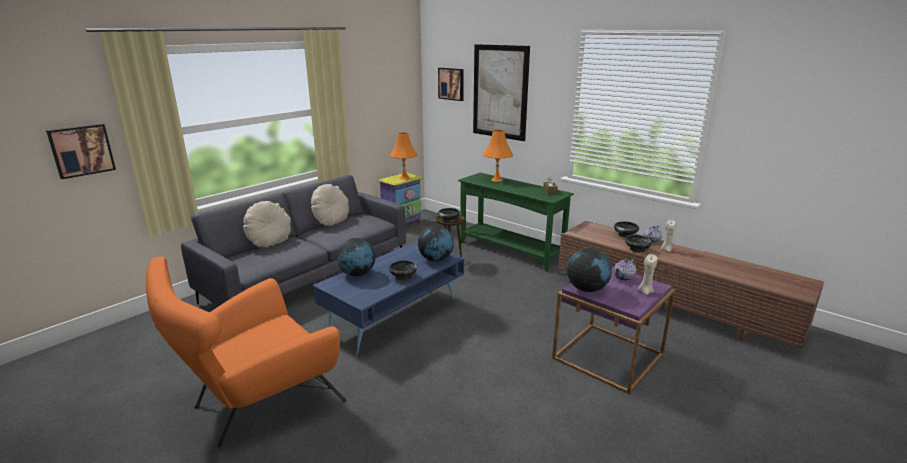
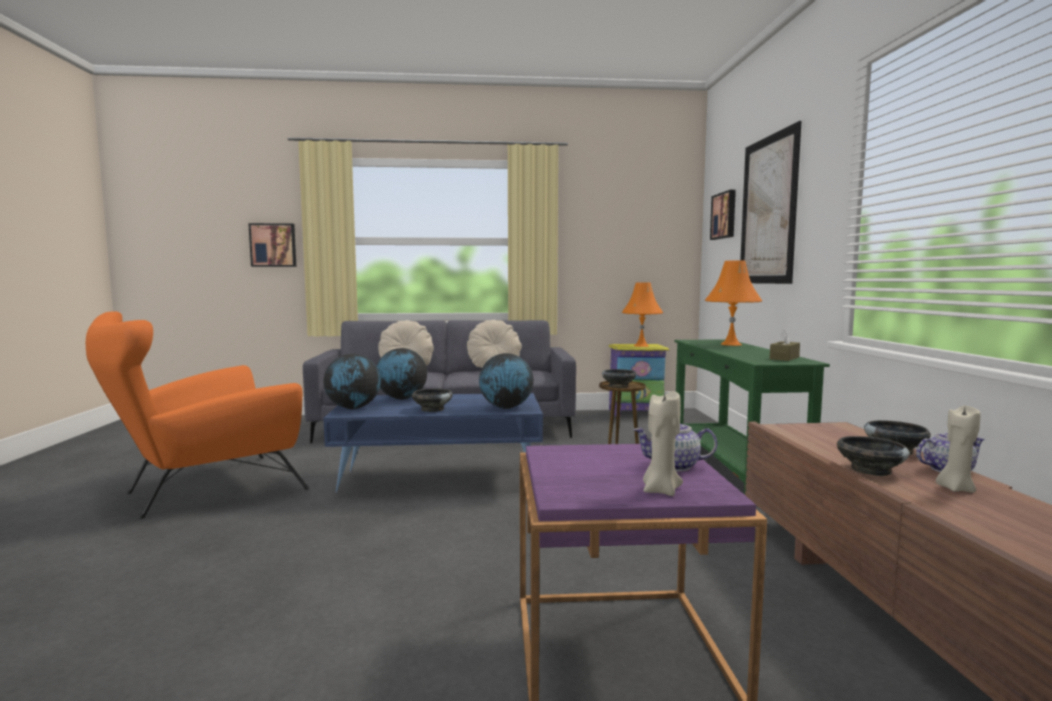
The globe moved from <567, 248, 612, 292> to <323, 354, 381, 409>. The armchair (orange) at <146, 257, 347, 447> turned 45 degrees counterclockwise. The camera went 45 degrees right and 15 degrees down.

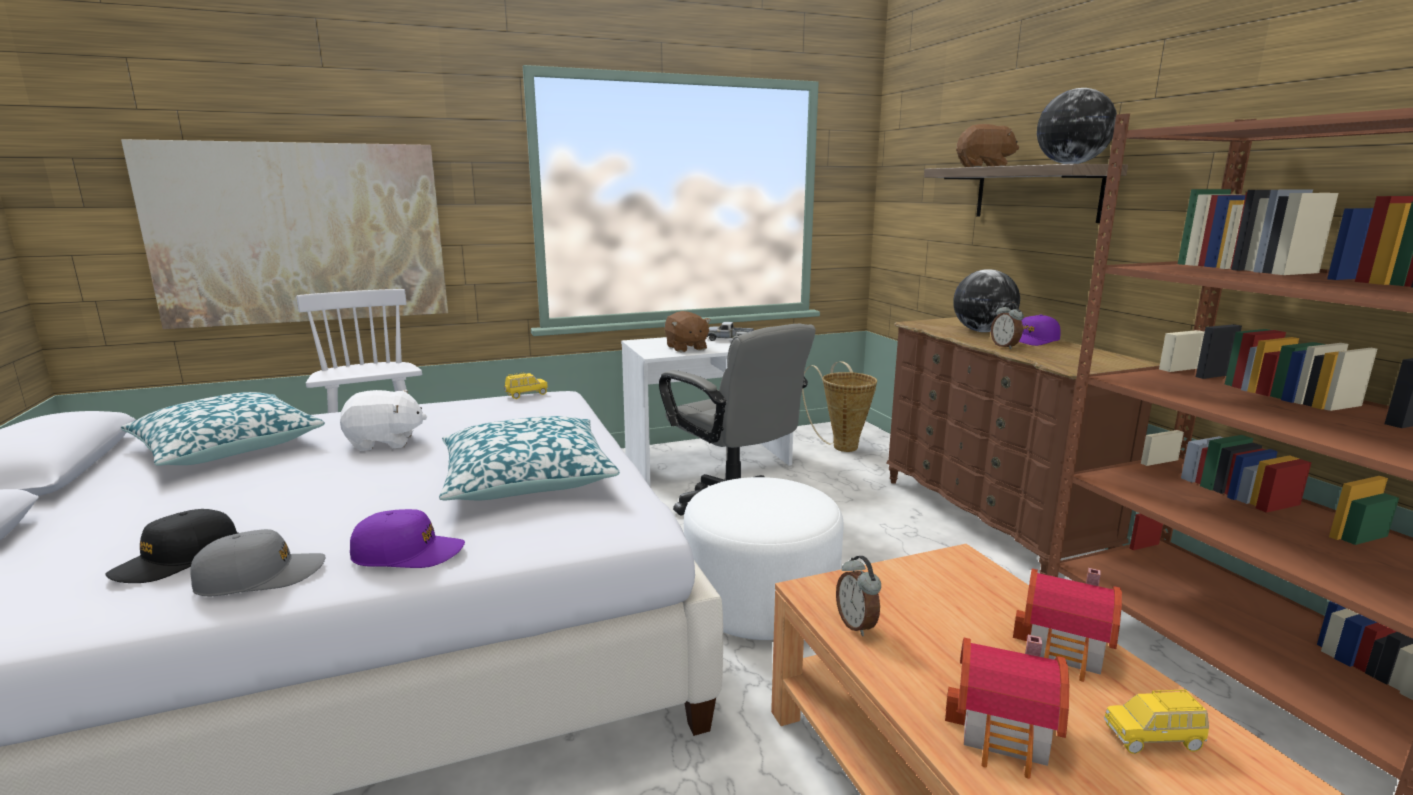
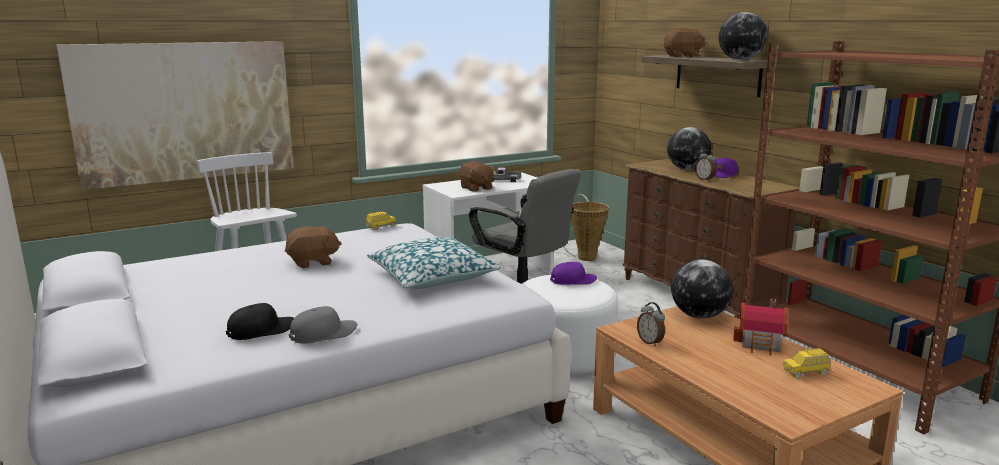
The pillow at <121, 392, 325, 466> disappeared. The toy house at <945, 635, 1069, 779> disappeared. The globe at <671, 259, 732, 319> appeared. The cap (purple) moved from <350, 509, 465, 568> to <550, 262, 597, 285>. The plush toy (white) at <340, 390, 427, 451> became the plush toy (brown) at <285, 226, 342, 268>. The cap (black) at <105, 509, 238, 583> turned 150 degrees counterclockwise. The camera went 10 degrees left and 0 degrees up.

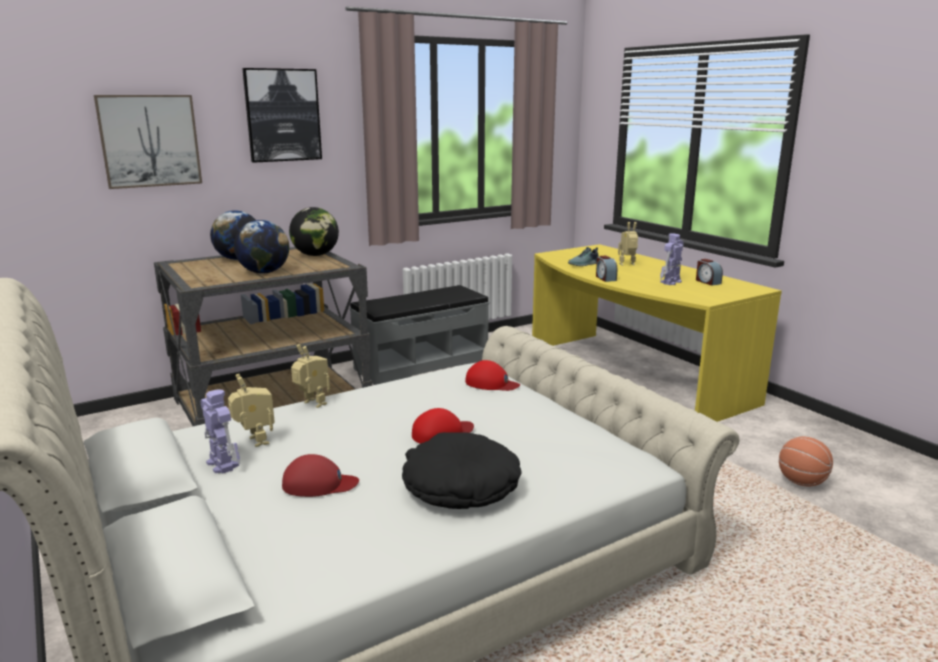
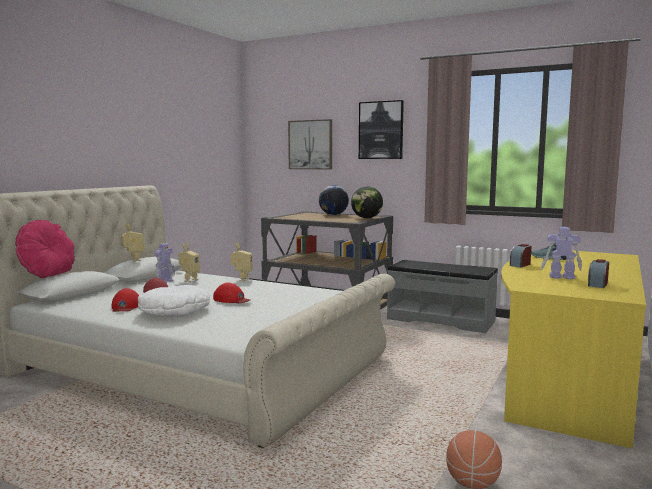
The globe at <234, 220, 289, 274> disappeared. The pillow (pink) at <15, 220, 75, 278> appeared. The cap (red) moved from <465, 360, 520, 391> to <111, 288, 139, 312>. The toy robot moved from <618, 222, 638, 265> to <121, 223, 144, 262>. The pillow (black) at <402, 432, 522, 509> became the pillow (white) at <138, 285, 210, 317>. The camera went 60 degrees right and 10 degrees down.

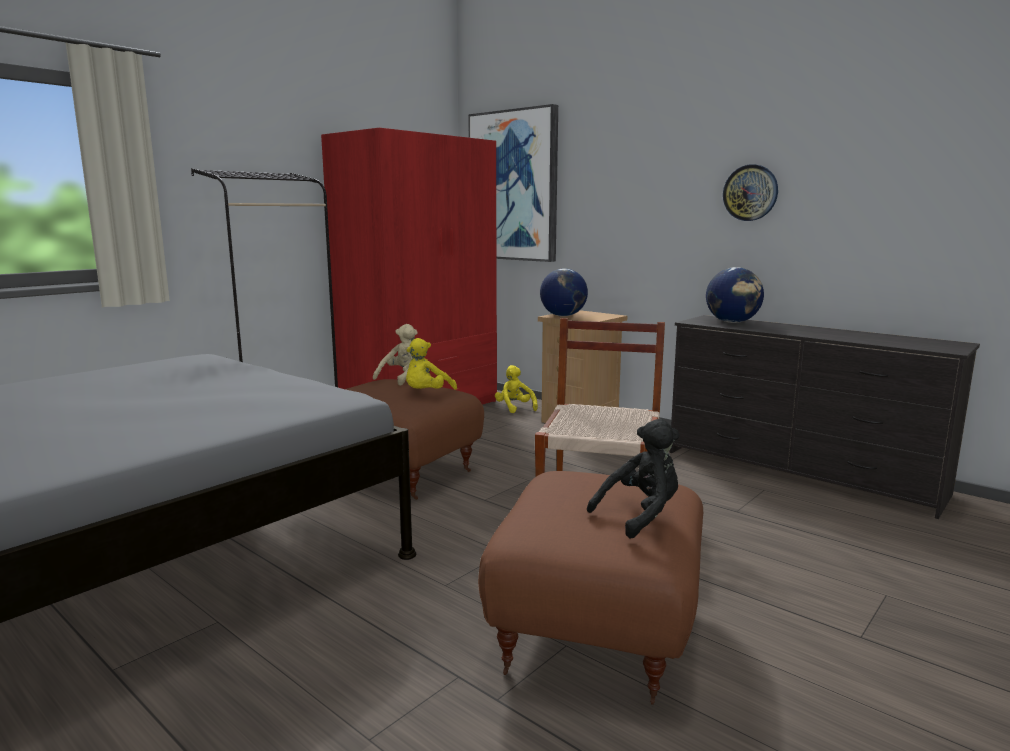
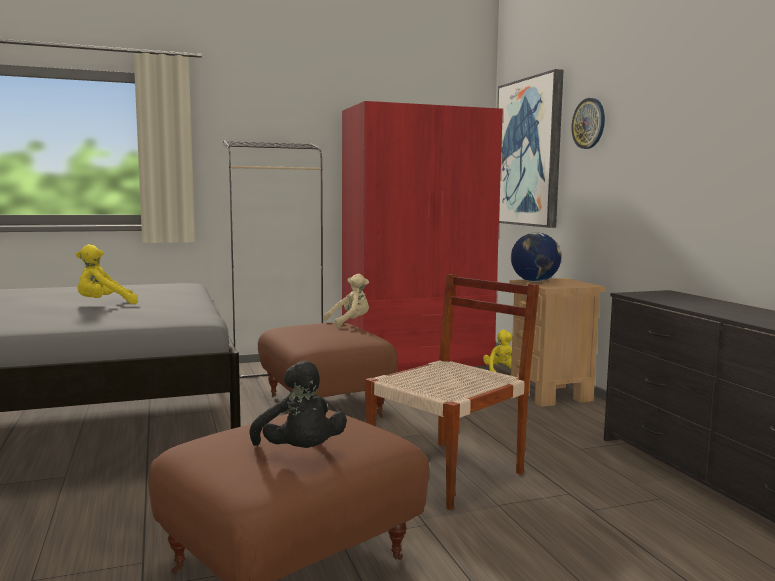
The globe at <706, 267, 764, 323> disappeared. The plush toy (yellow) moved from <406, 338, 457, 390> to <76, 244, 138, 304>. The wall clock moved from <723, 164, 778, 221> to <572, 98, 605, 149>. The plush toy (black) at <587, 419, 680, 539> turned 60 degrees clockwise. The camera went 30 degrees right and 5 degrees down.

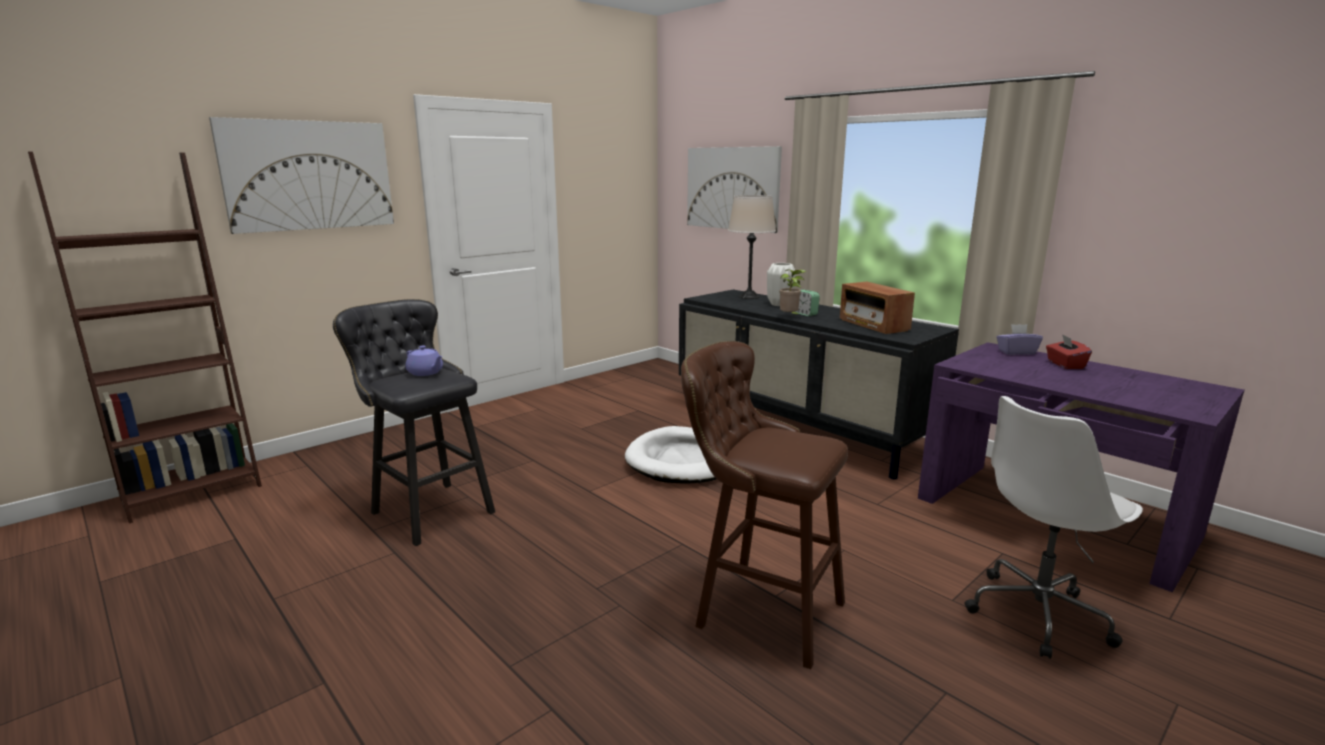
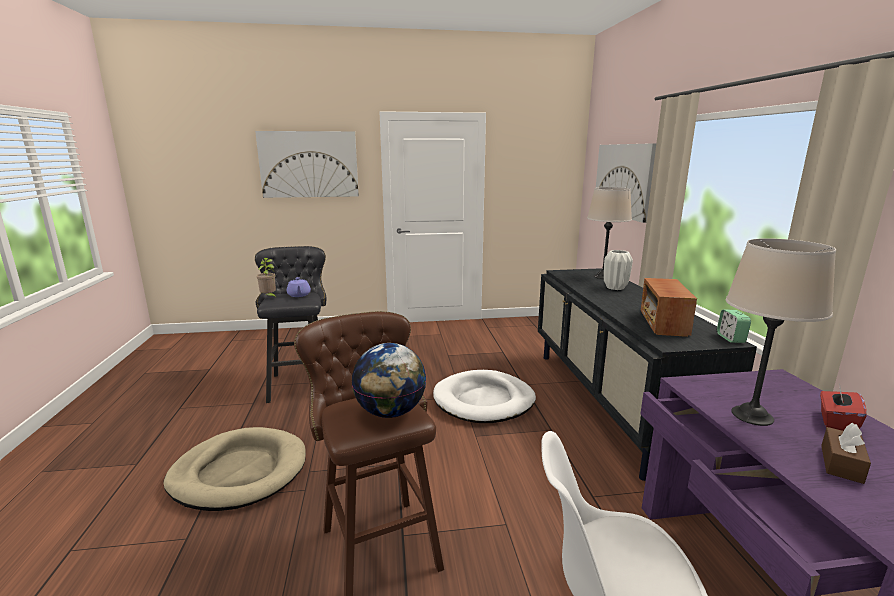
The bookcase (brown) at <28, 151, 262, 523> disappeared. The tissue box (purple) at <997, 324, 1043, 355> disappeared. The dog bed (beige) at <163, 427, 306, 511> appeared. The globe at <352, 343, 426, 418> appeared. The table lamp (beige) at <726, 238, 836, 426> appeared. The tissue box (brown) at <821, 423, 871, 484> appeared. The potted plant moved from <779, 269, 806, 315> to <257, 258, 276, 297>. The alarm clock moved from <795, 290, 820, 316> to <717, 309, 751, 343>. The camera went 35 degrees right and 0 degrees up.

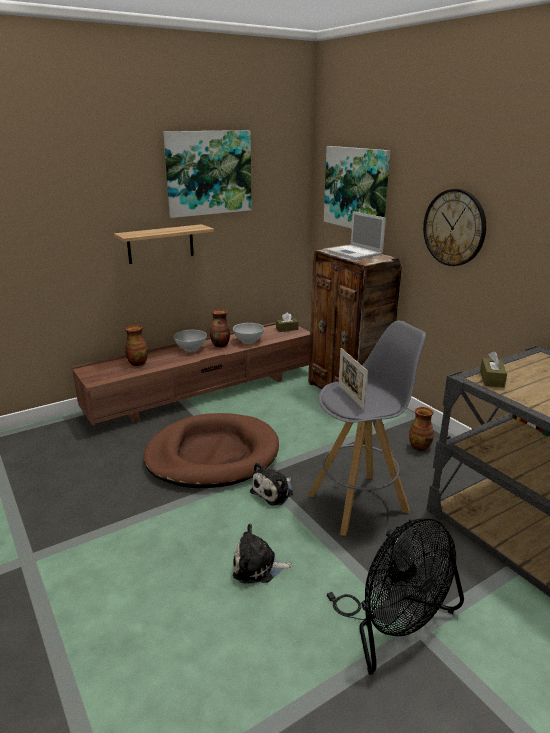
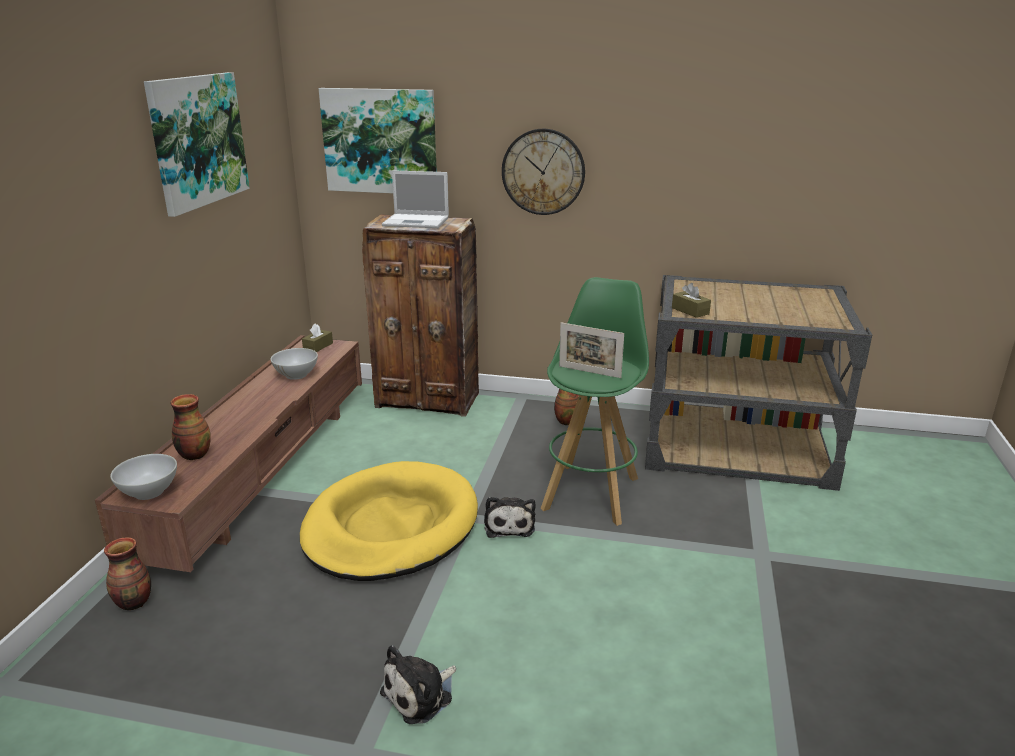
The shelf at <114, 224, 214, 264> disappeared. The fan (black) at <327, 518, 464, 675> disappeared. The bowl (white) moved from <174, 330, 207, 352> to <110, 454, 177, 500>. The vase moved from <210, 309, 230, 348> to <104, 537, 151, 610>. The plush toy moved from <233, 524, 293, 584> to <380, 645, 456, 724>. The dog bed (brown) at <144, 413, 279, 488> became the dog bed (yellow) at <300, 461, 478, 581>. The stool (grey) at <308, 321, 426, 536> became the stool (green) at <541, 277, 649, 526>. The camera went 45 degrees left and 0 degrees up.

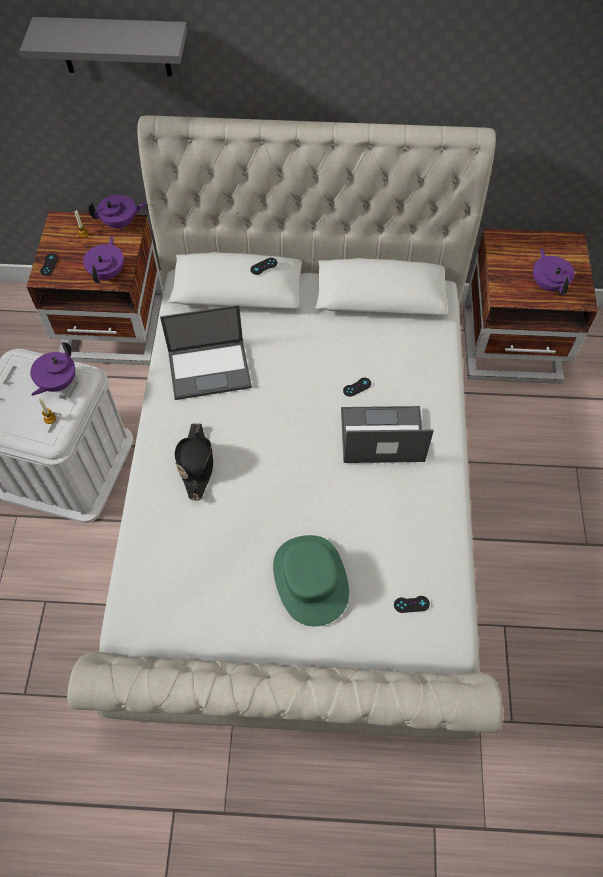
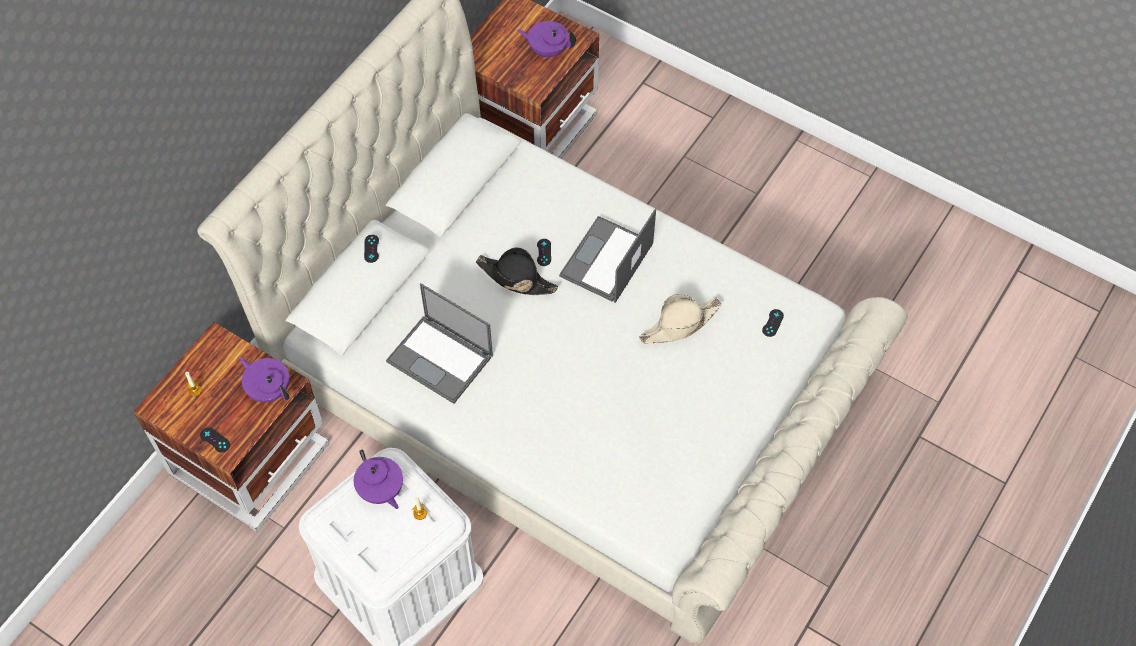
The shelf (grey) at <20, 17, 187, 76> disappeared. The teapot (purple) at <88, 195, 146, 231> disappeared. The hat (green) at <273, 535, 349, 627> disappeared. The hat (beige) at <639, 294, 721, 343> appeared. The hat (black) moved from <175, 423, 213, 501> to <476, 247, 558, 295>. The laptop at <160, 305, 252, 400> turned 105 degrees clockwise. The camera went 60 degrees left and 0 degrees up.

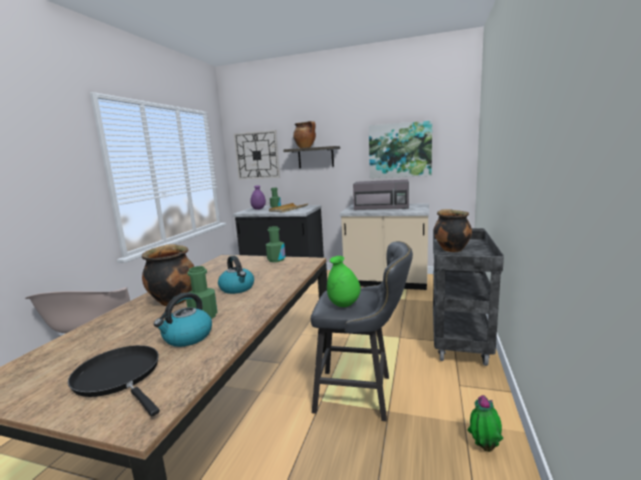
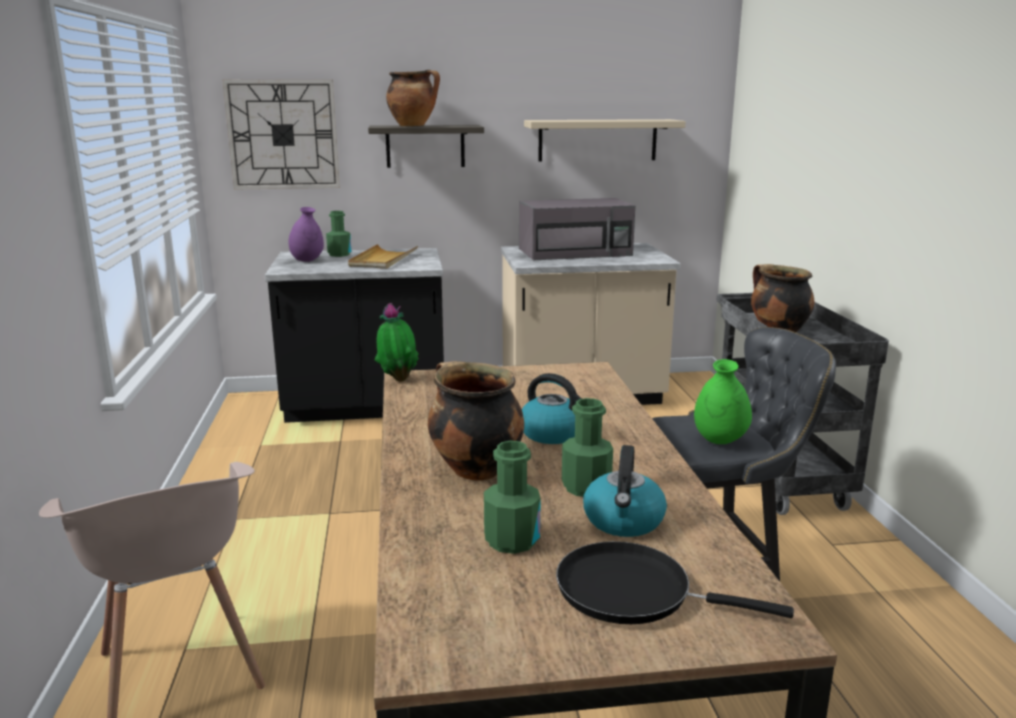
The bottle (green) moved from <266, 226, 285, 262> to <484, 441, 541, 554>. The potted plant moved from <468, 395, 503, 452> to <375, 303, 419, 382>. The picture at <369, 120, 432, 178> was replaced by the shelf (beige) at <524, 119, 686, 162>. The camera went 25 degrees left and 5 degrees up.

